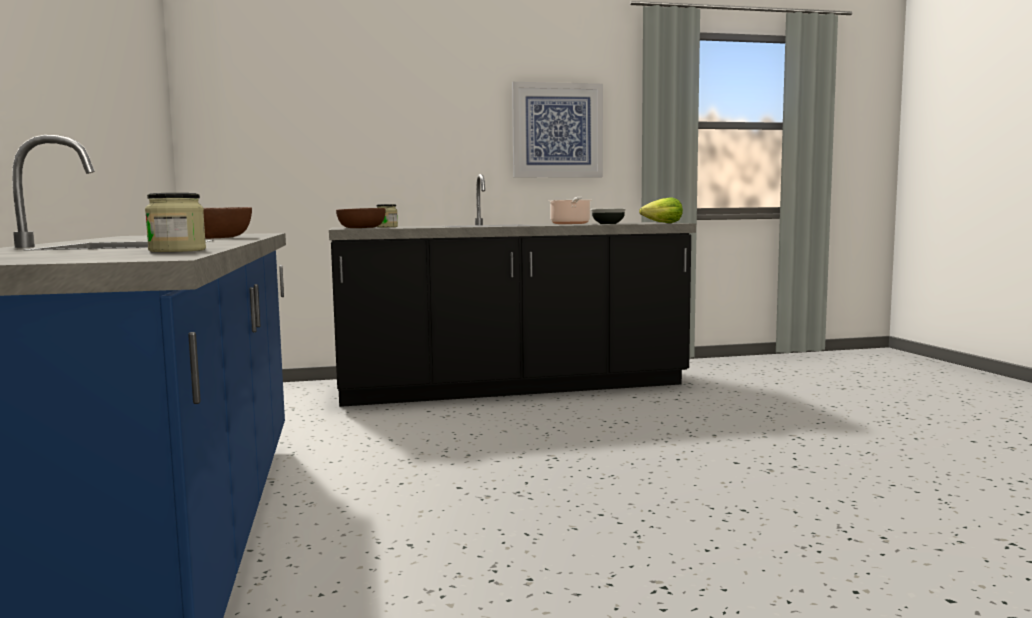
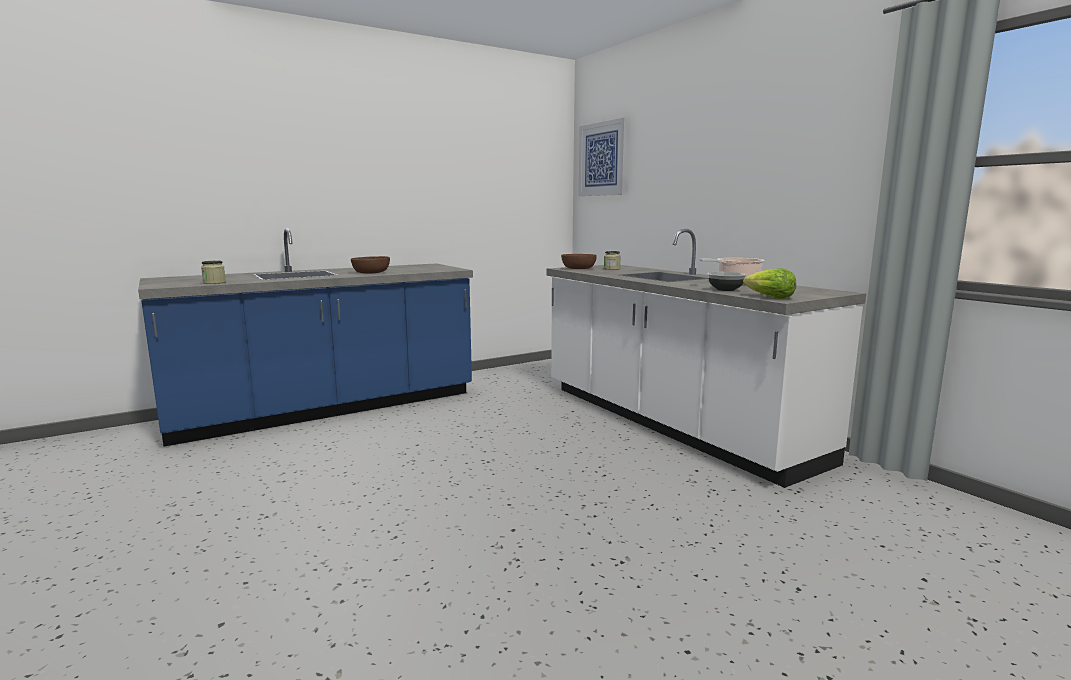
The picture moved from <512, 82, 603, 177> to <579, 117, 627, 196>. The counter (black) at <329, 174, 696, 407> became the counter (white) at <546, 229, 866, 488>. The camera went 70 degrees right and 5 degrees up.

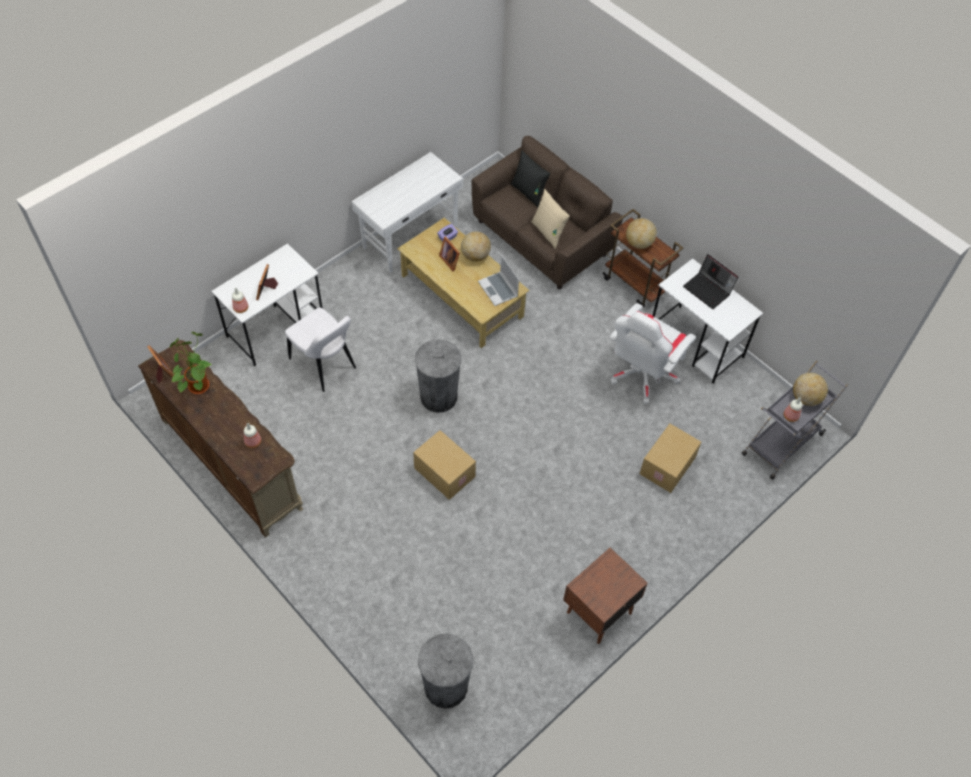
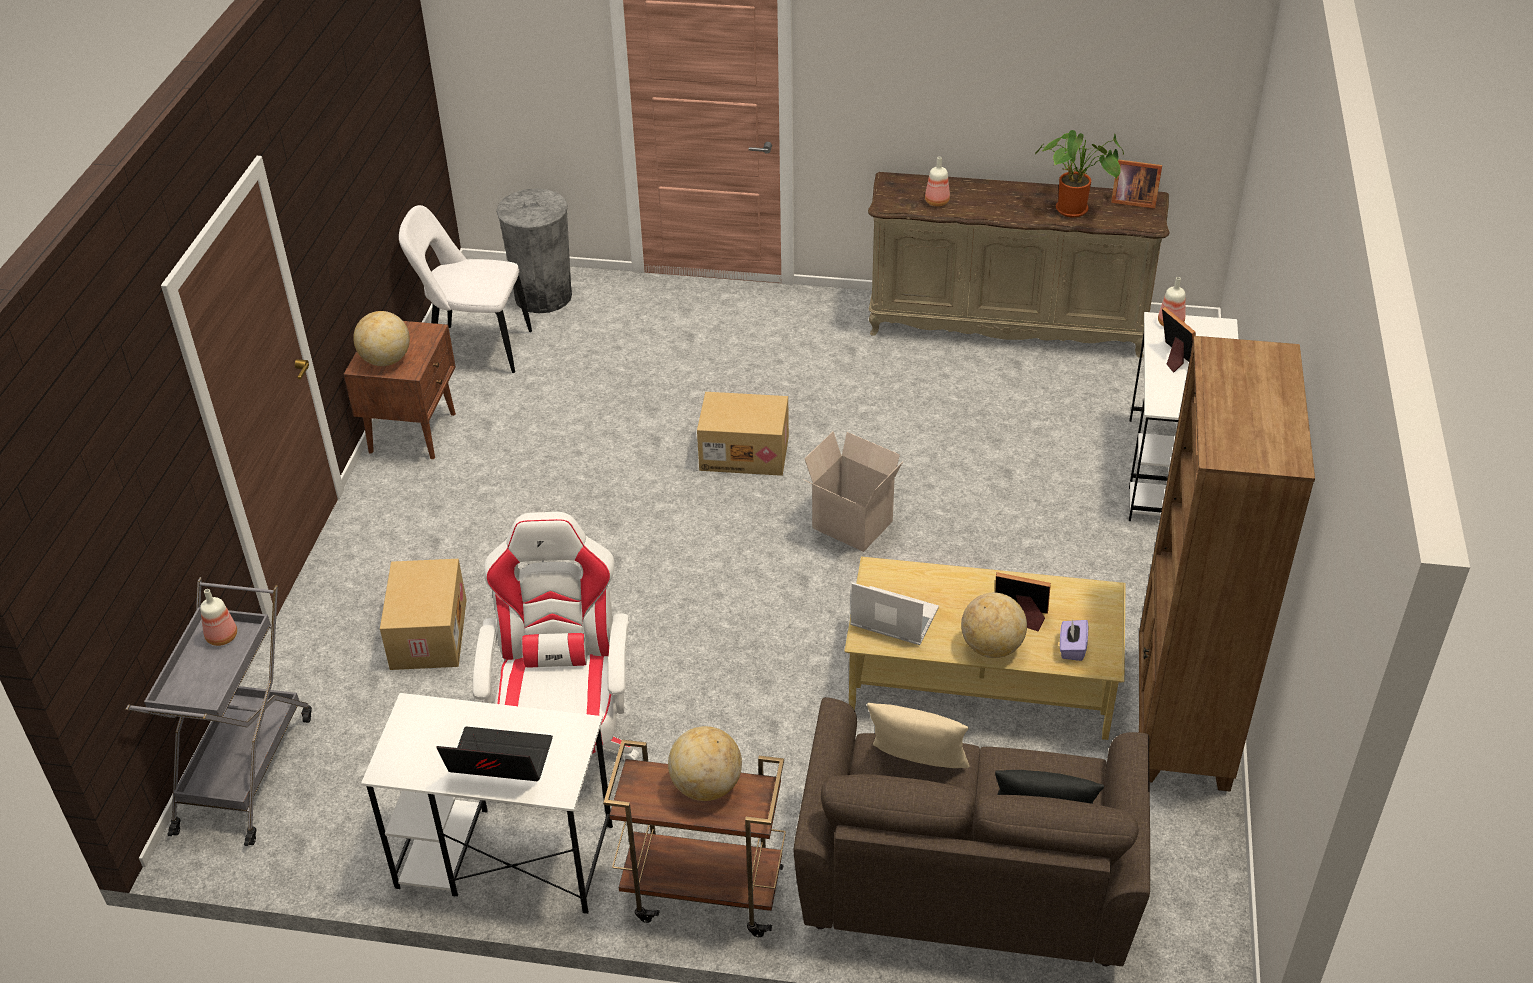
The chair (white) moved from <285, 307, 356, 392> to <399, 205, 532, 373>. The globe moved from <793, 373, 828, 406> to <353, 311, 410, 366>. The console table (white) at <352, 152, 463, 273> was replaced by the bookcase (brown) at <1139, 336, 1315, 791>. The trash can (grey) at <415, 339, 462, 413> was replaced by the cardboard box at <802, 431, 903, 552>. The camera went 145 degrees right and 15 degrees down.

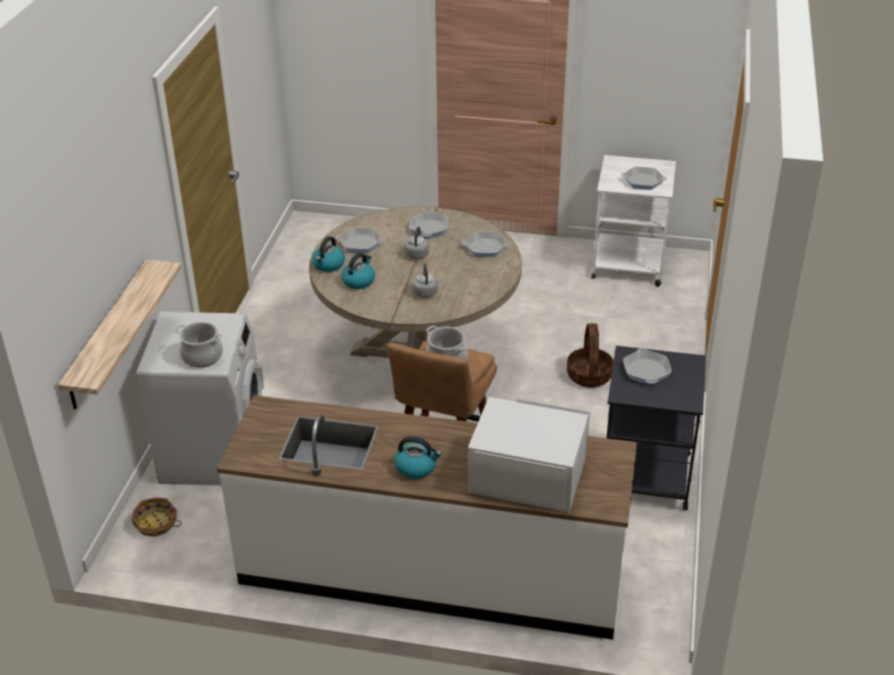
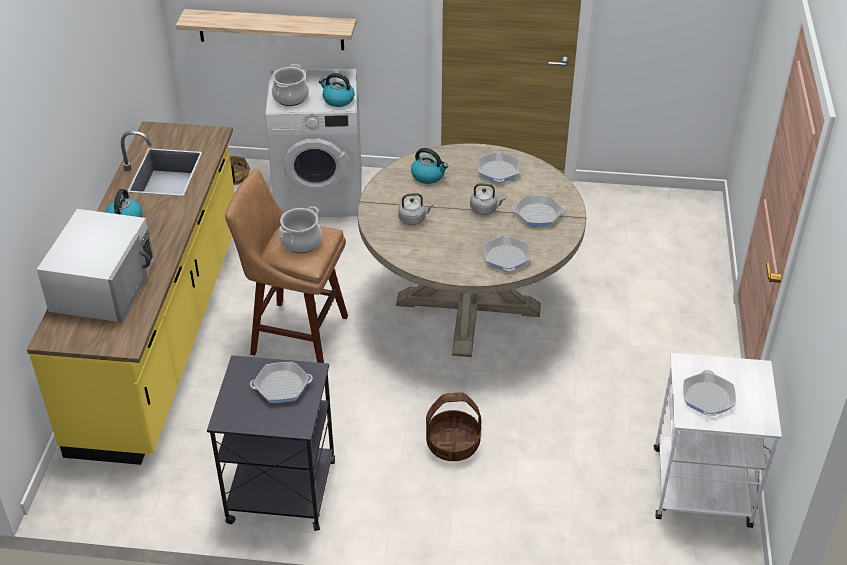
The kettle moved from <312, 236, 345, 272> to <319, 73, 354, 107>. The counter (white) at <217, 395, 637, 640> became the counter (yellow) at <27, 121, 235, 465>. The camera went 85 degrees right and 5 degrees up.

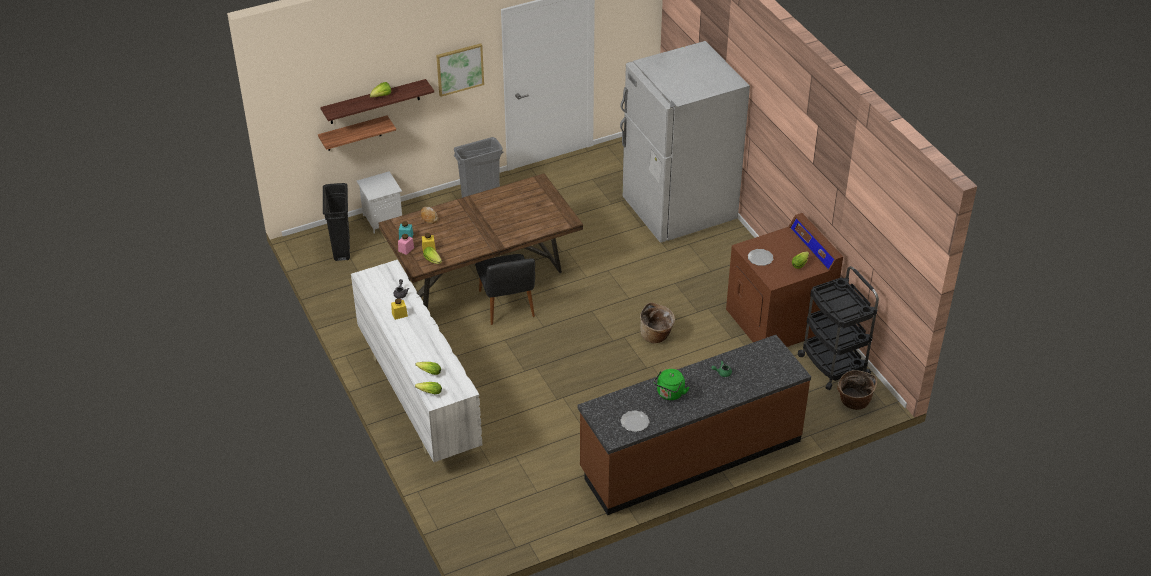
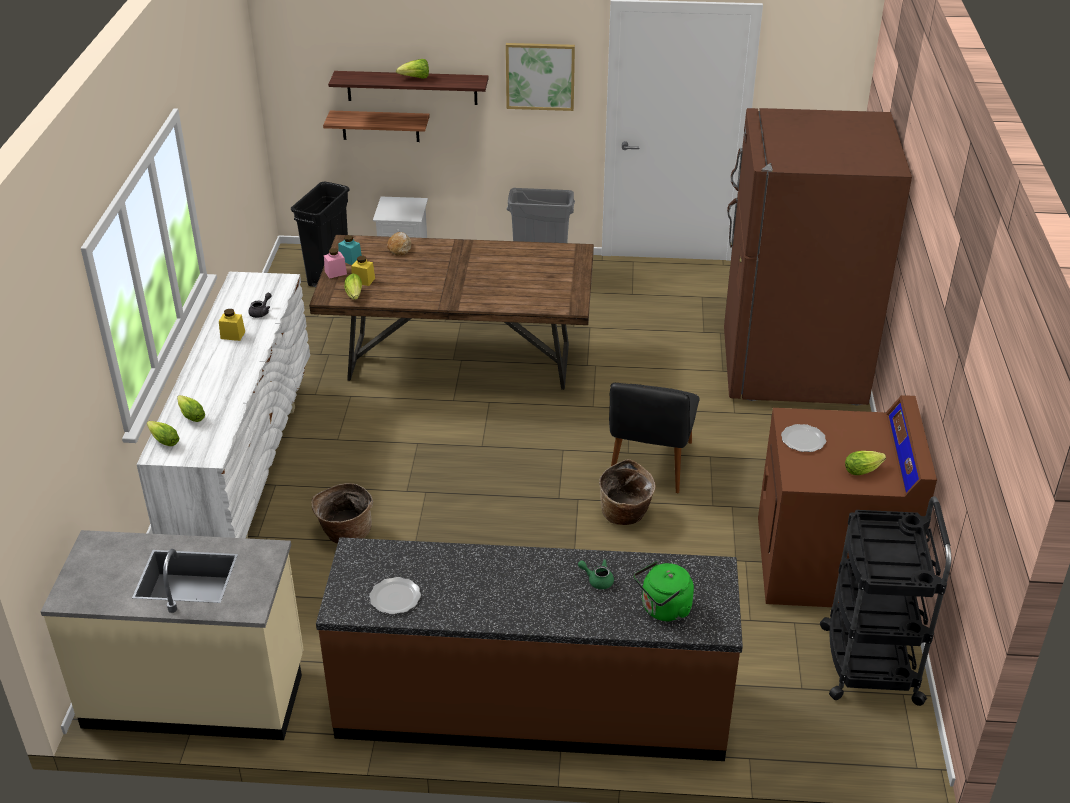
The counter (beige) at <40, 530, 304, 740> appeared. The chair (black) moved from <475, 254, 535, 325> to <609, 383, 700, 493>. The kettle (green) moved from <653, 369, 690, 400> to <634, 561, 694, 622>. The basket moved from <837, 370, 877, 410> to <311, 483, 373, 544>. The fridge (white) at <620, 41, 750, 242> became the fridge (brown) at <724, 108, 912, 406>. The camera went 30 degrees right and 5 degrees down.

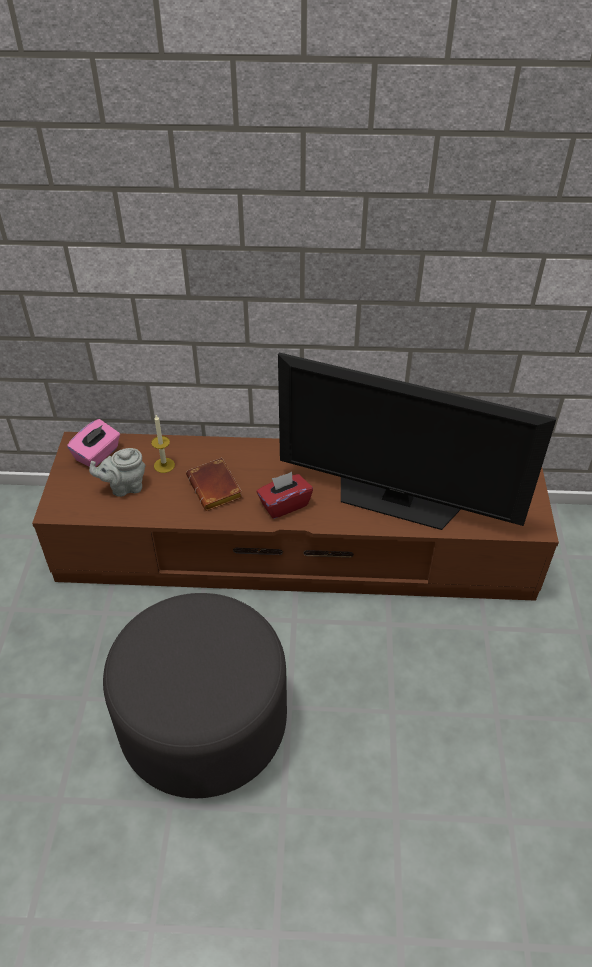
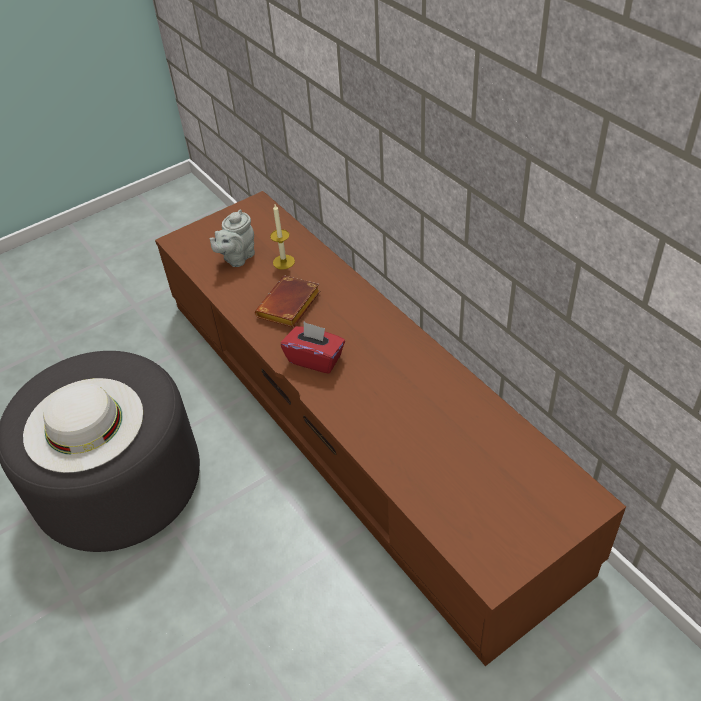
The tissue box (pink) at <67, 419, 120, 467> disappeared. The television at <278, 353, 557, 530> disappeared. The hat (white) at <23, 378, 143, 473> appeared. The teapot (grey) at <89, 448, 145, 497> turned 90 degrees counterclockwise. The camera went 55 degrees right and 0 degrees up.

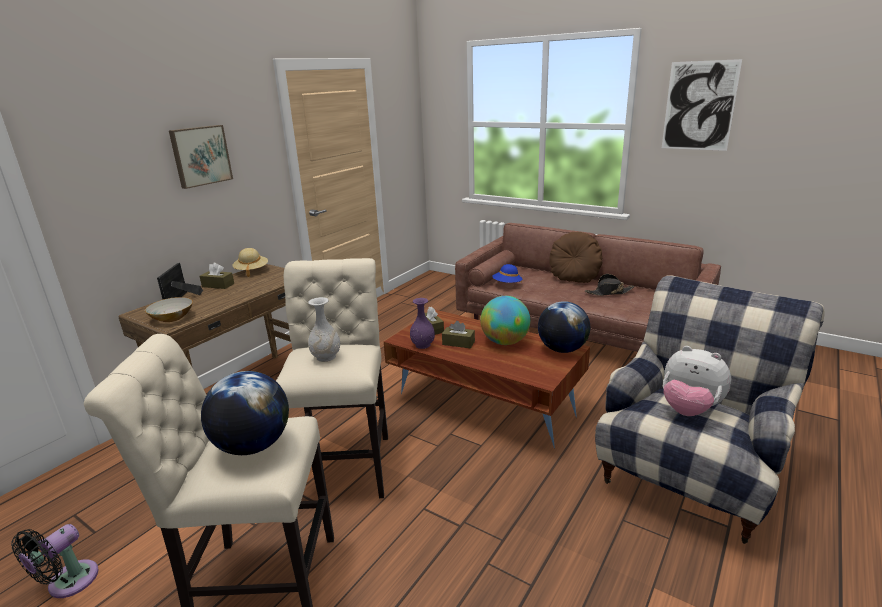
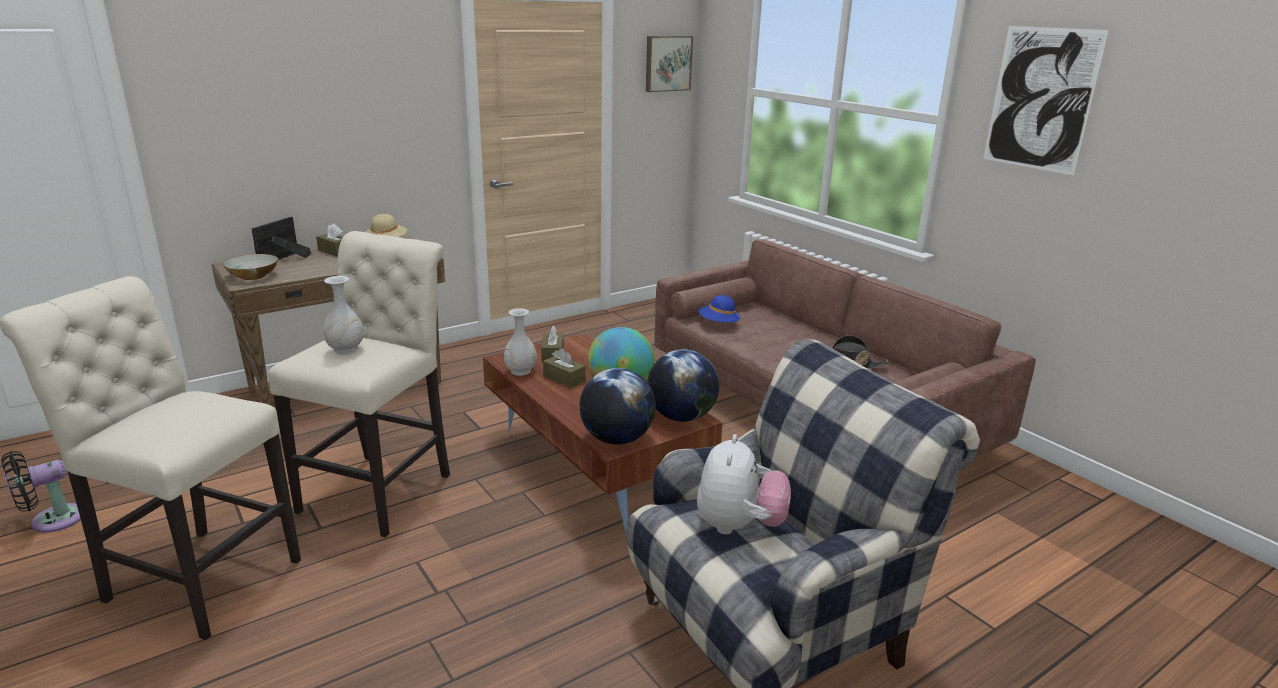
The pillow (brown) at <549, 232, 602, 283> disappeared. The picture moved from <169, 125, 233, 189> to <646, 36, 693, 92>. The globe moved from <201, 371, 289, 455> to <579, 368, 656, 445>. The vase (purple) at <410, 298, 435, 349> became the vase (white) at <504, 308, 537, 376>. The plush toy at <663, 346, 731, 416> turned 135 degrees counterclockwise. The camera went 20 degrees right and 0 degrees up.

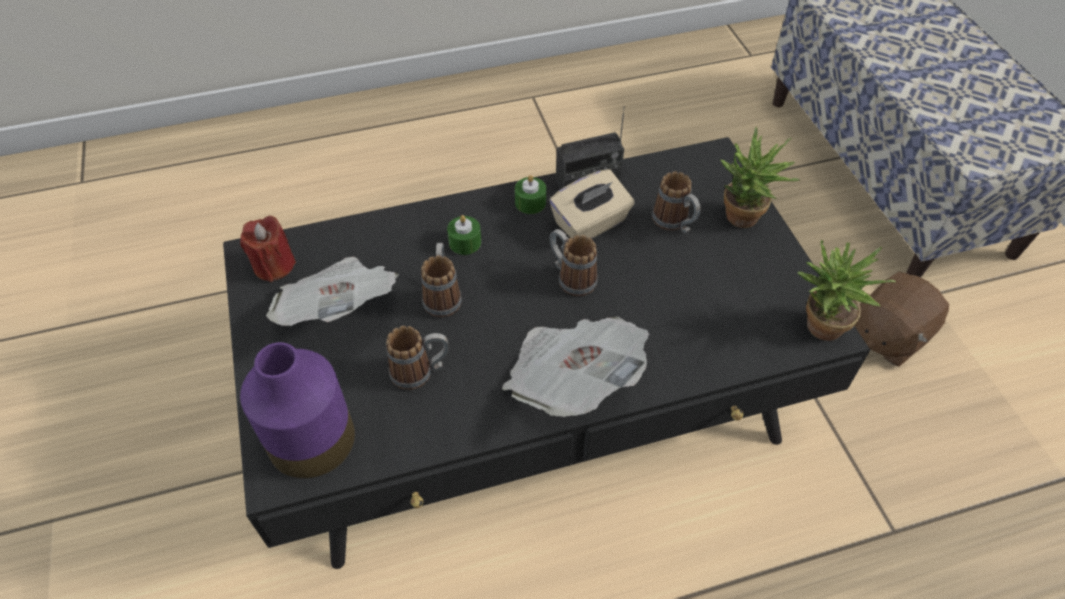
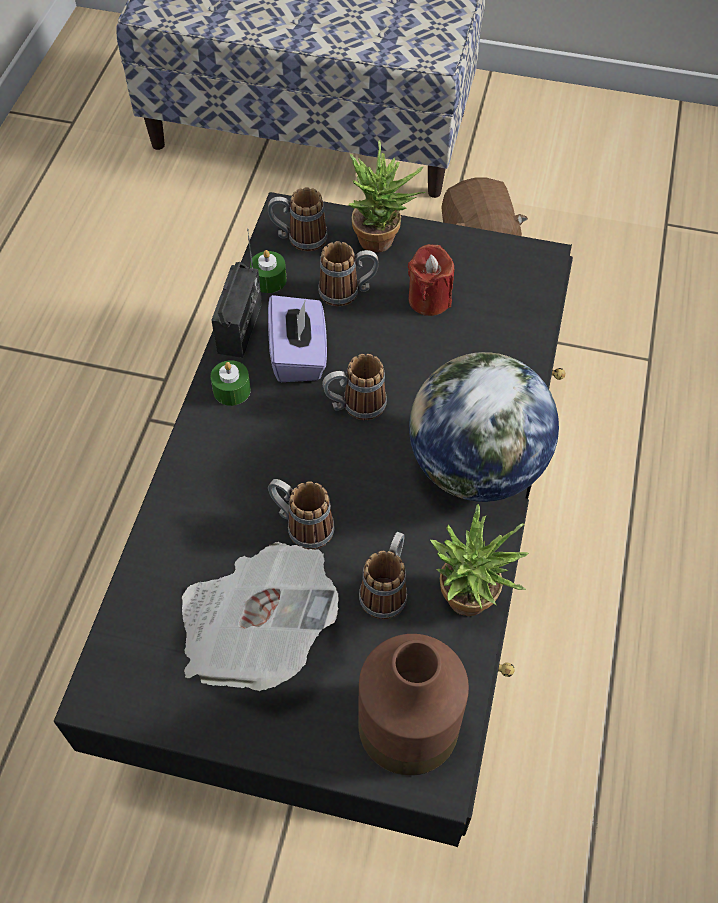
The mug at <268, 187, 328, 251> appeared. The candle (red) moved from <240, 216, 296, 282> to <408, 244, 454, 316>. The candle (green) moved from <447, 215, 481, 255> to <250, 250, 287, 293>. The potted plant moved from <798, 240, 896, 341> to <430, 504, 529, 616>. The newspaper at <502, 317, 649, 417> was replaced by the globe at <409, 352, 559, 502>. The vase (purple) at <240, 342, 355, 479> became the vase (brown) at <358, 634, 469, 776>. The tissue box (beige) at <549, 169, 635, 239> became the tissue box (purple) at <268, 295, 327, 382>. The camera went 60 degrees left and 5 degrees up.

